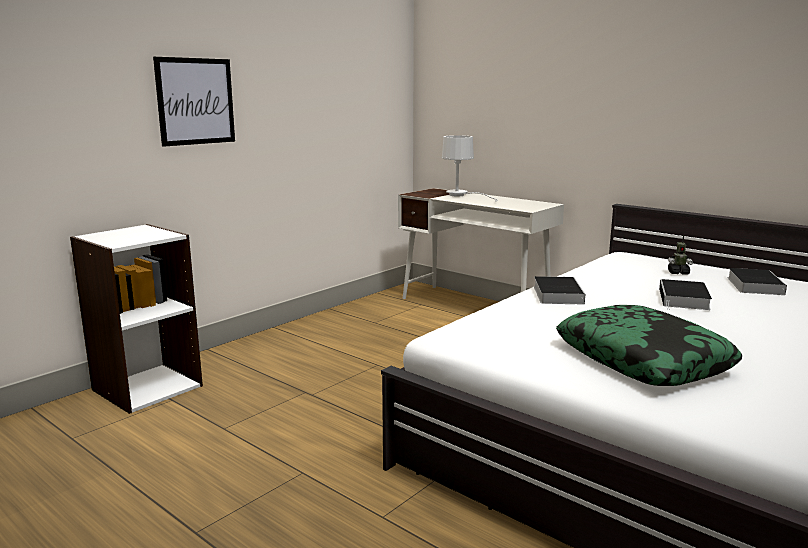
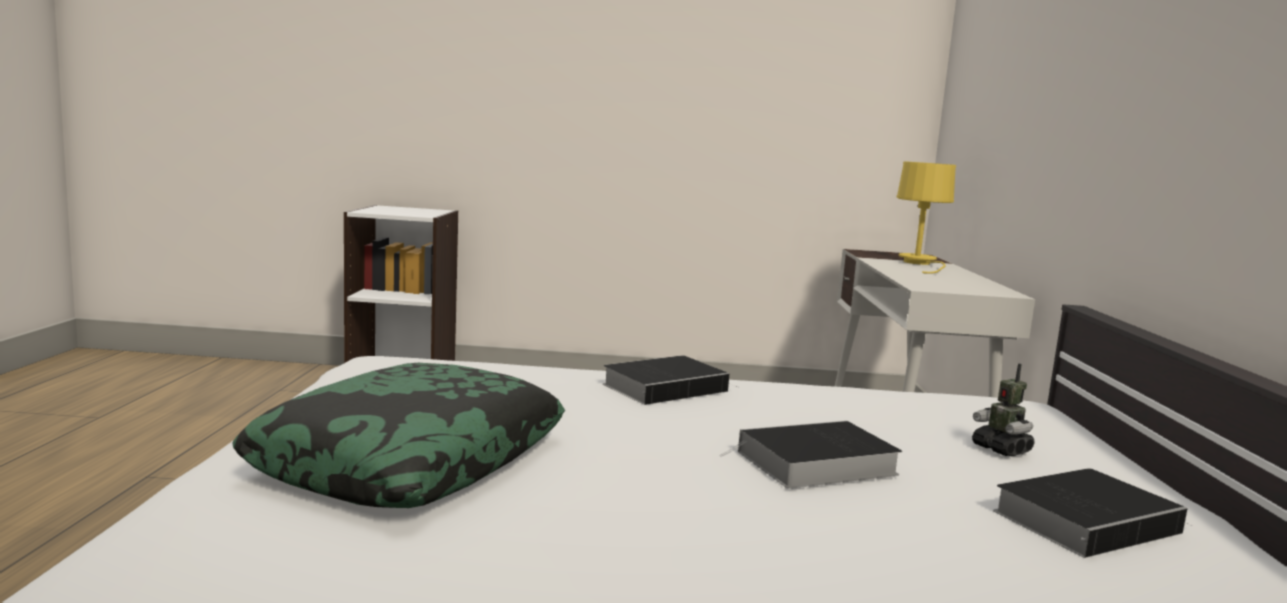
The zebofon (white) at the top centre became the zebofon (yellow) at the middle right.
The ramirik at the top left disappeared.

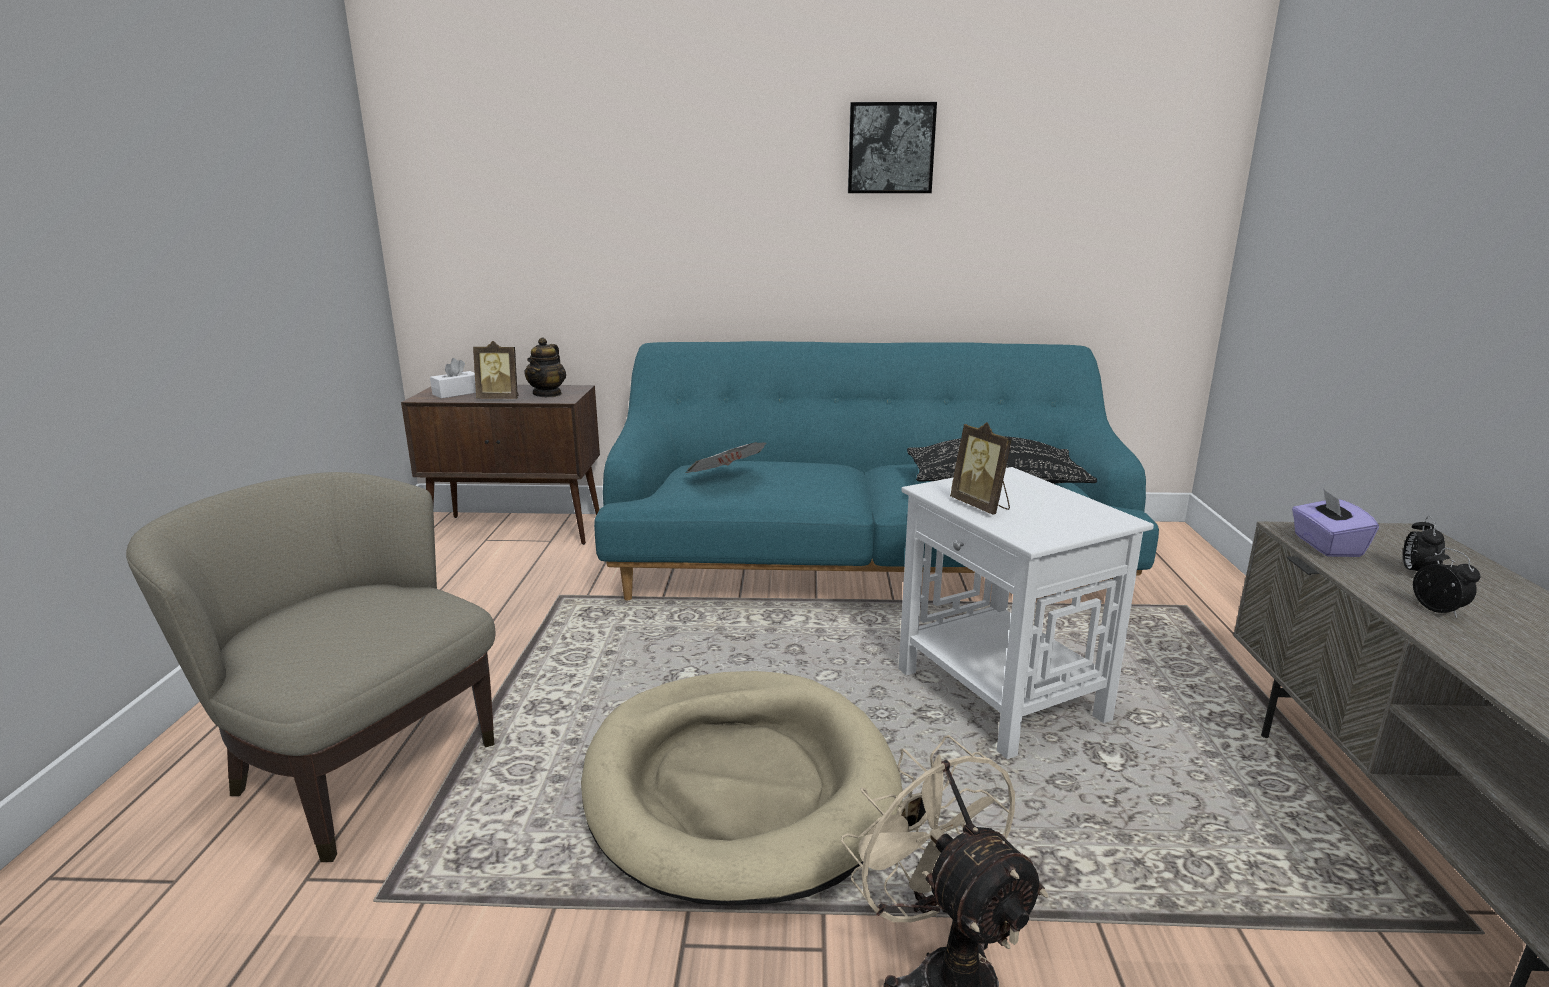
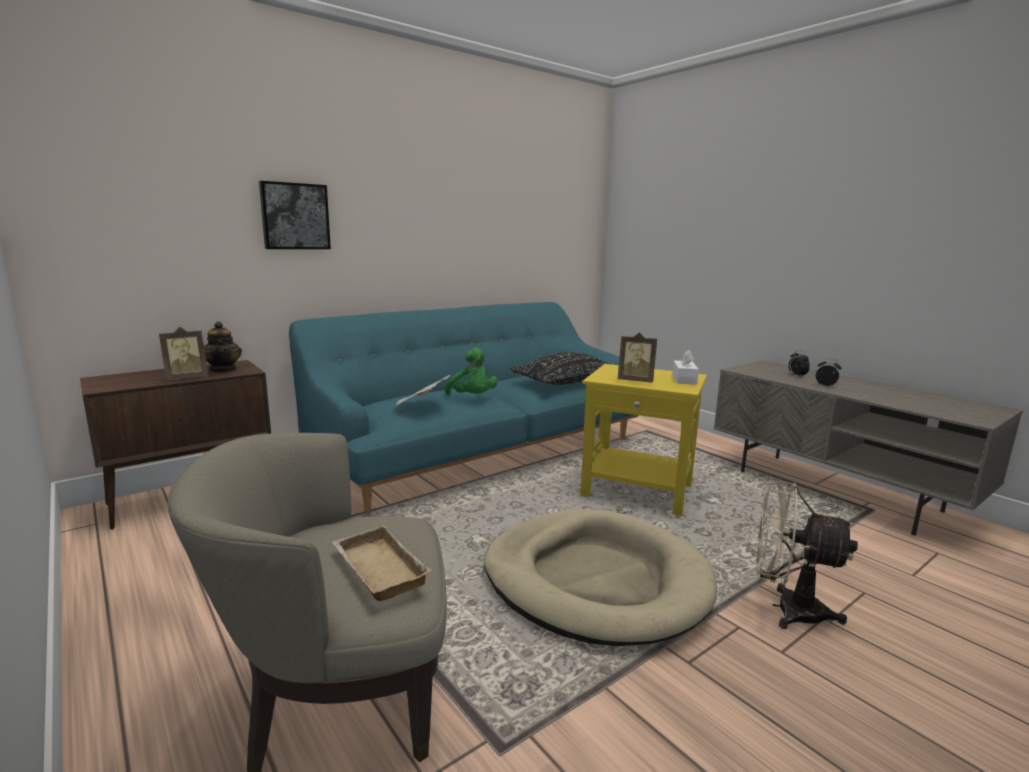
The ramirik moved from the top centre to the top left.
The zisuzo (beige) at the bottom centre appeared.
The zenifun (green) at the centre appeared.
The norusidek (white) at the centre became the norusidek (yellow) at the centre.
The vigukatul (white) moved from the middle left to the centre.
The vigukatul (purple) at the middle right disappeared.

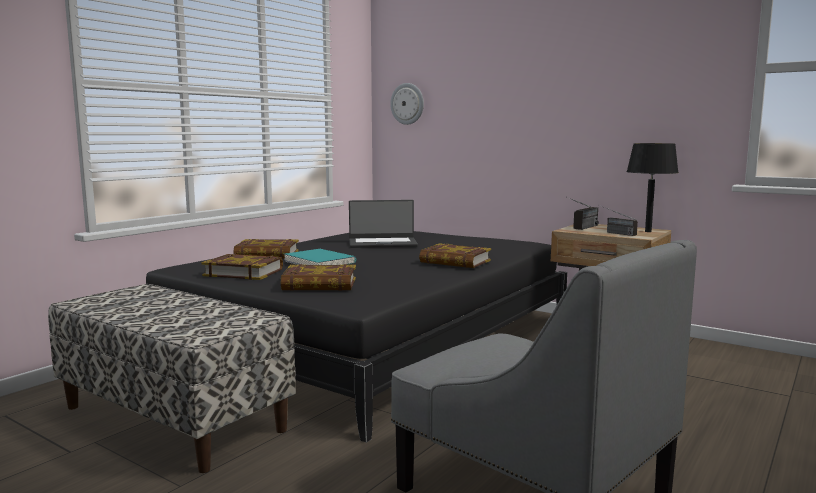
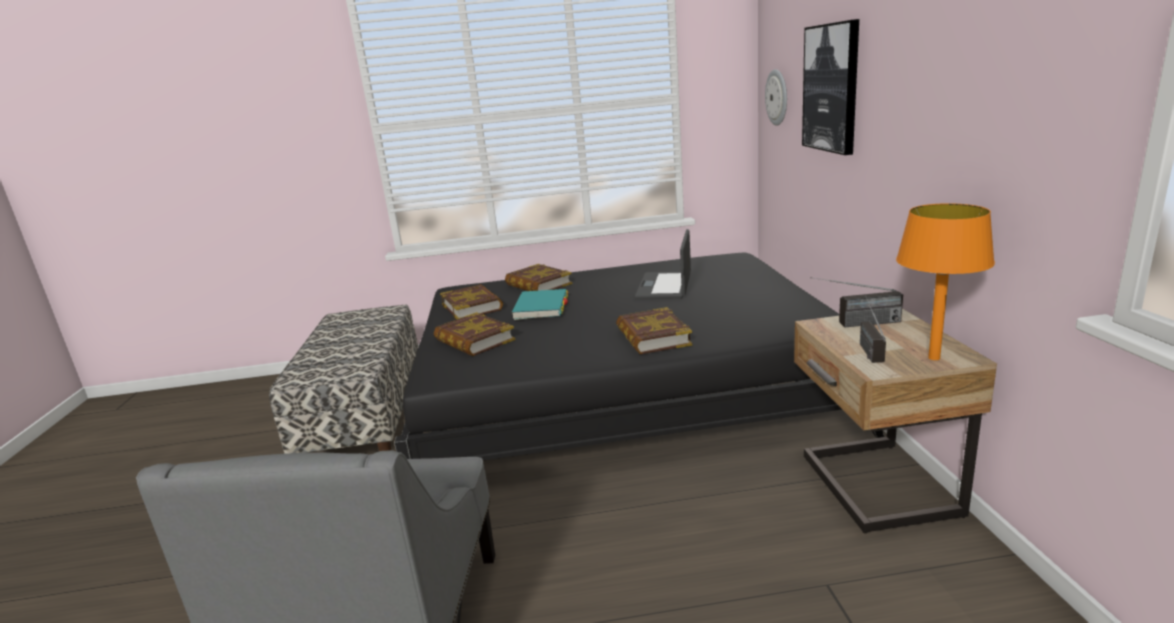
The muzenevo at the centre turned 60 degrees clockwise.
The ramirik at the top right appeared.
The zebofon (black) at the middle right became the zebofon (orange) at the middle right.

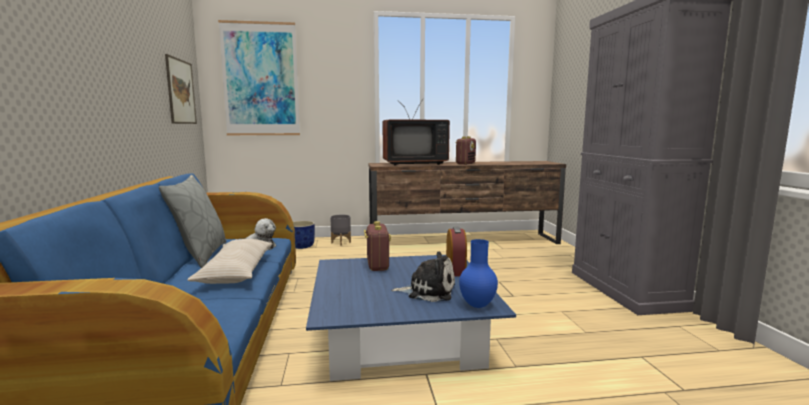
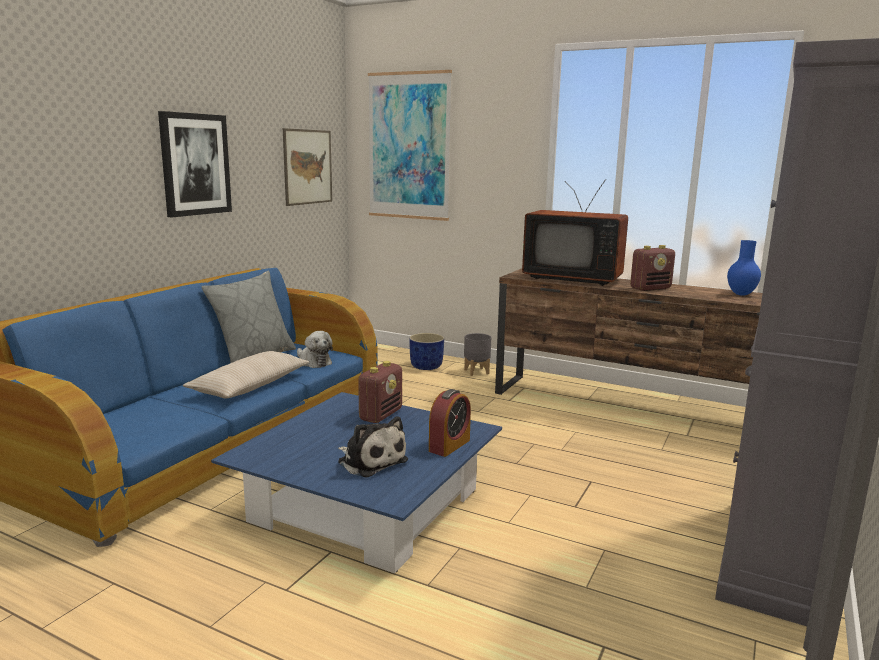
The ramirik (1st from left) at the top left appeared.
The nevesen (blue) moved from the bottom centre to the middle right.

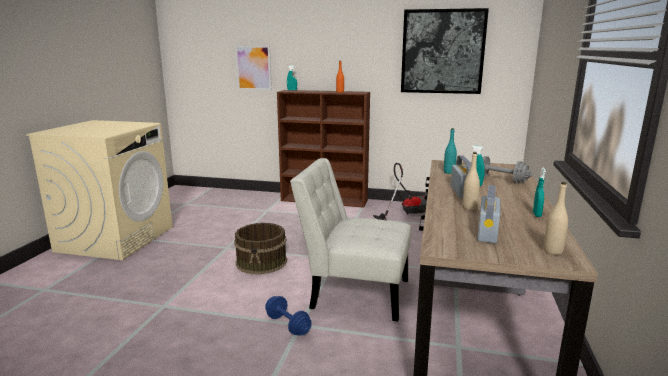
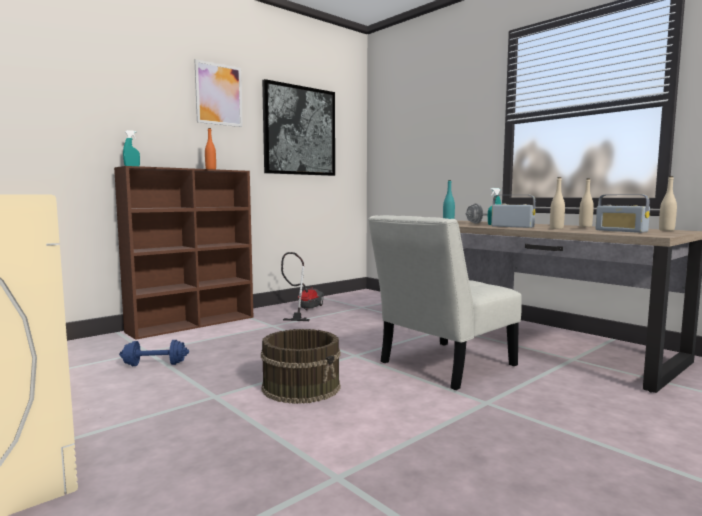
The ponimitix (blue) moved from the bottom centre to the bottom left.
The ramirik (1st from left) moved from the top centre to the top left.
The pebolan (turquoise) (3rd from left) at the middle right was replaced by the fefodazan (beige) (2nd from left) at the middle right.

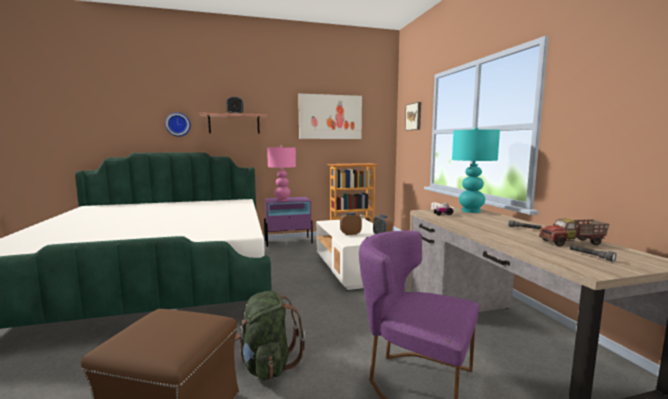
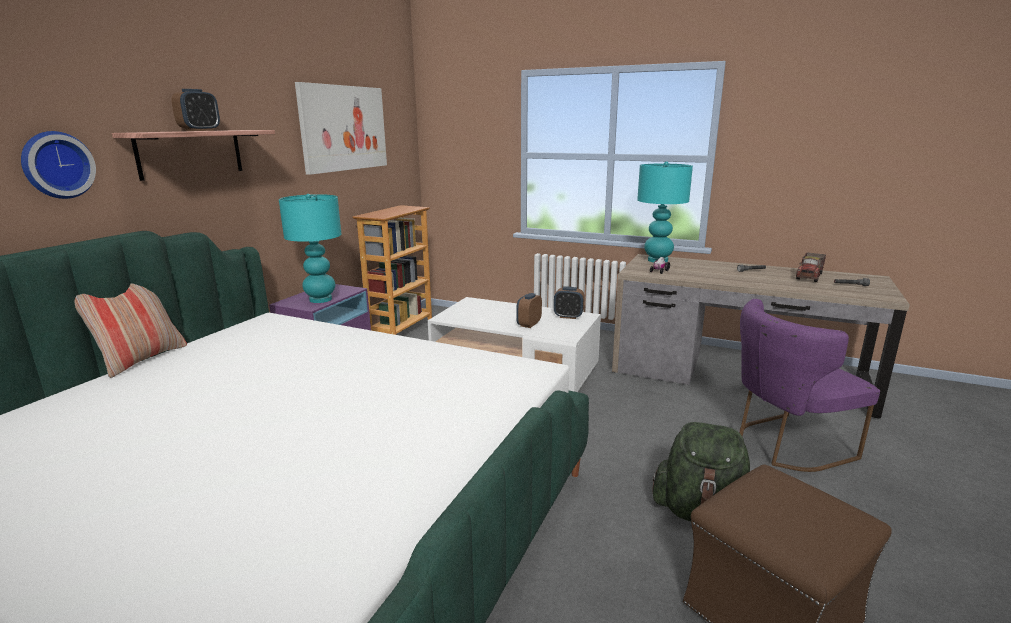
The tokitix at the middle left appeared.
The zebofon (pink) at the centre became the zebofon (turquoise) (1st from left) at the middle left.
The ramirik (2nd from left) at the top centre disappeared.

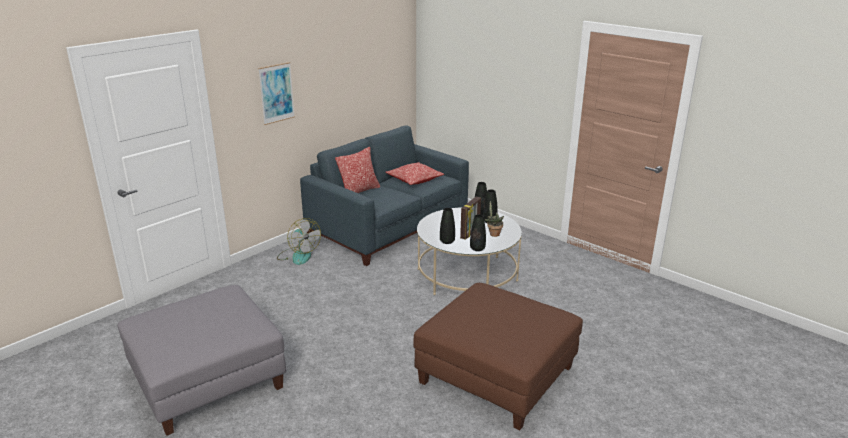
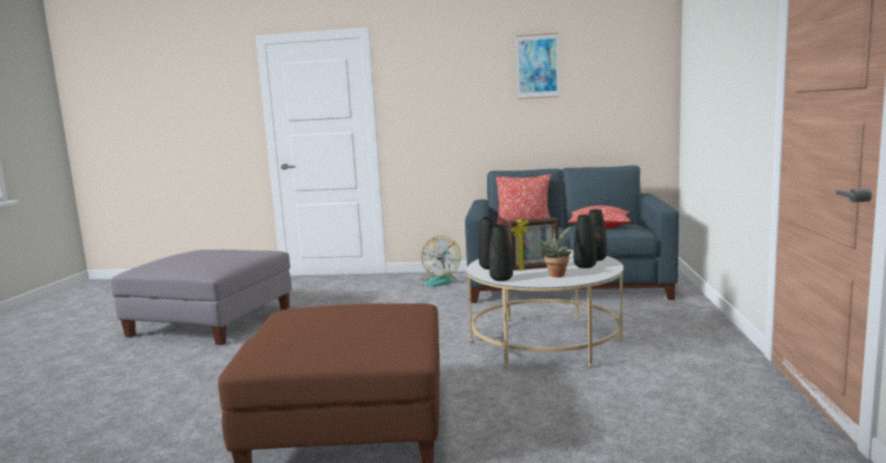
The ramirik moved from the top left to the top centre.

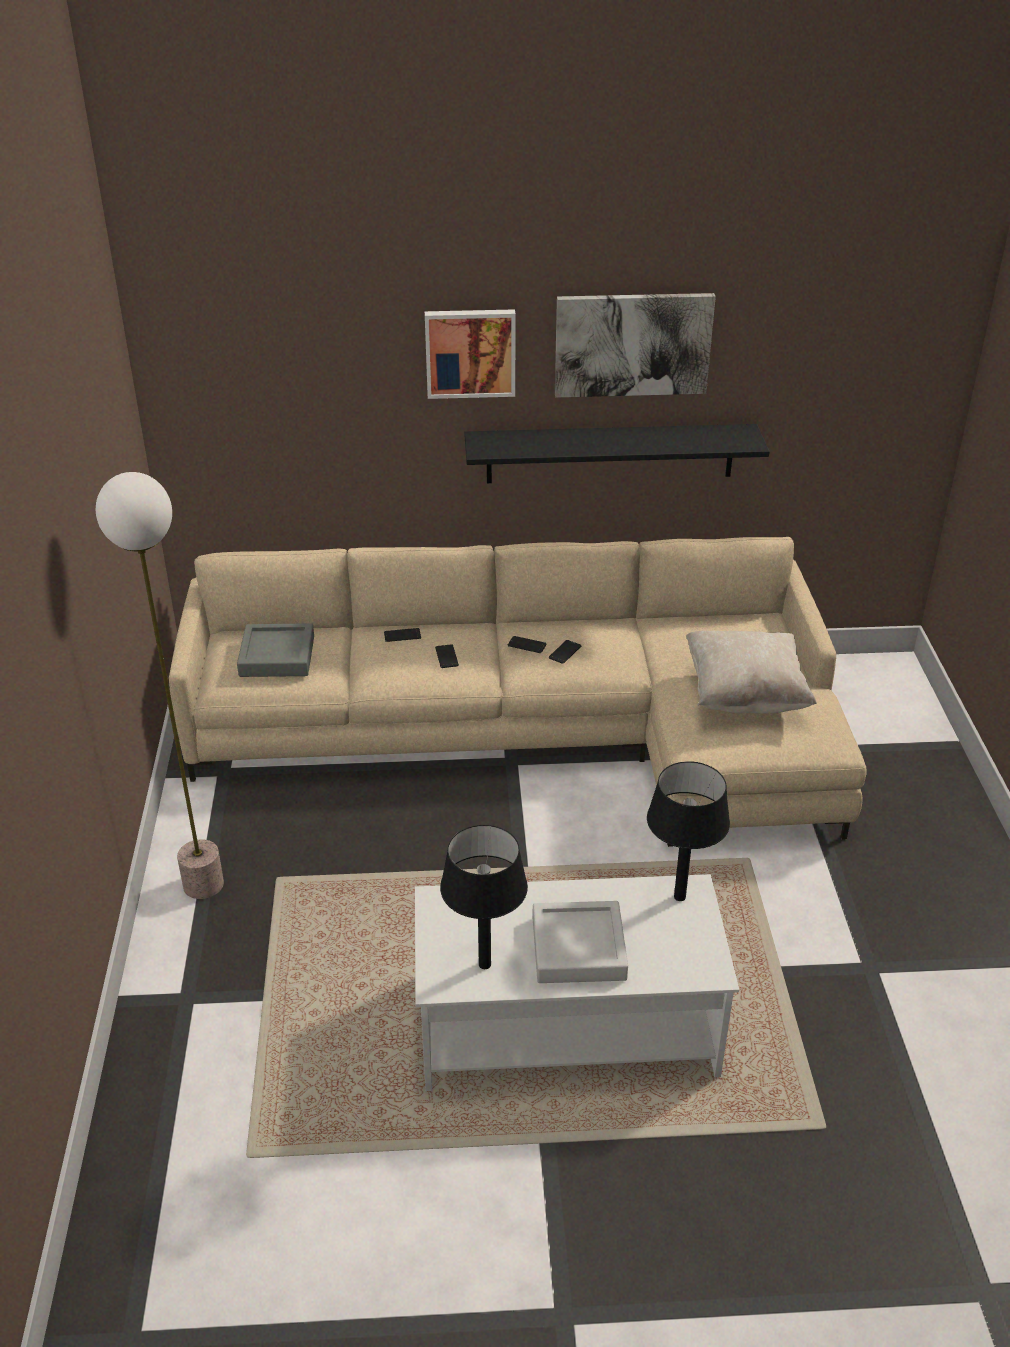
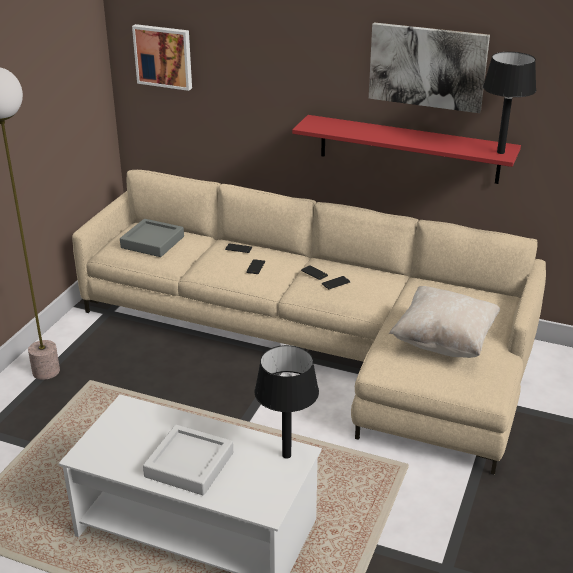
The ramirik (1st from left) moved from the top centre to the top left.
The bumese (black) at the centre became the bumese (red) at the top right.
The zebofon (black) (1st from left in the first image) moved from the centre to the top right.

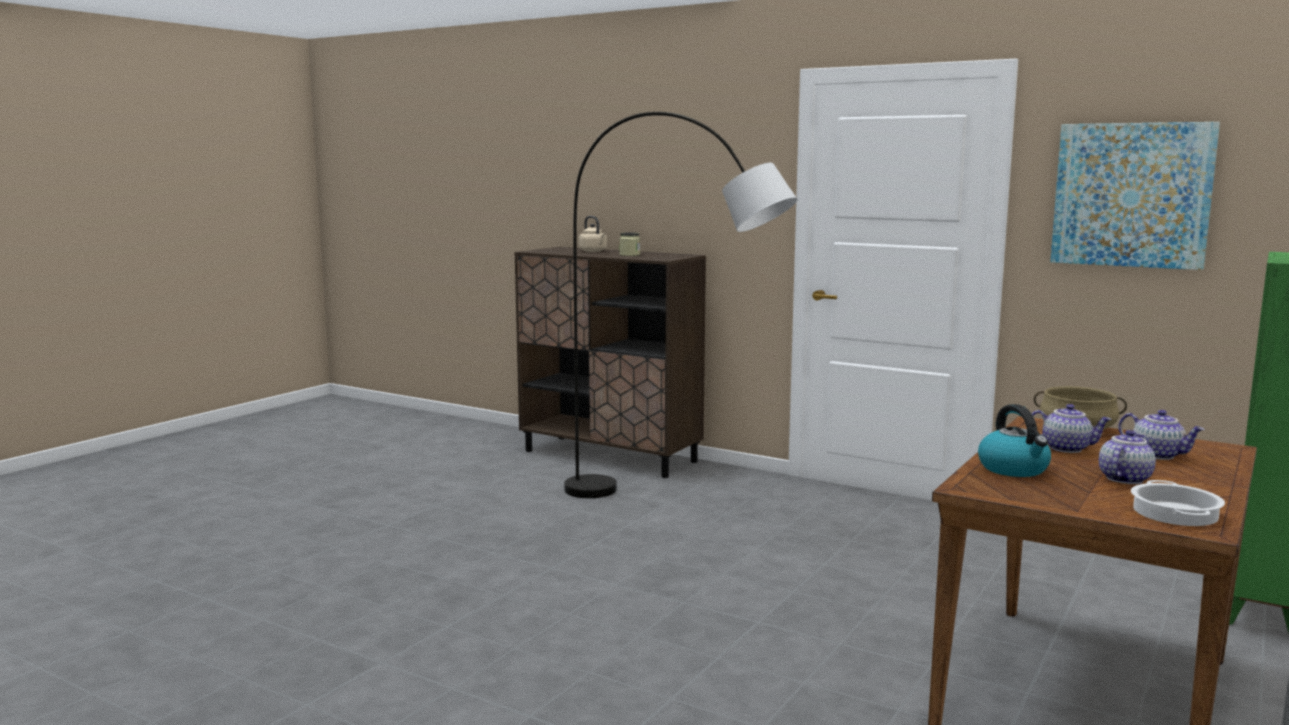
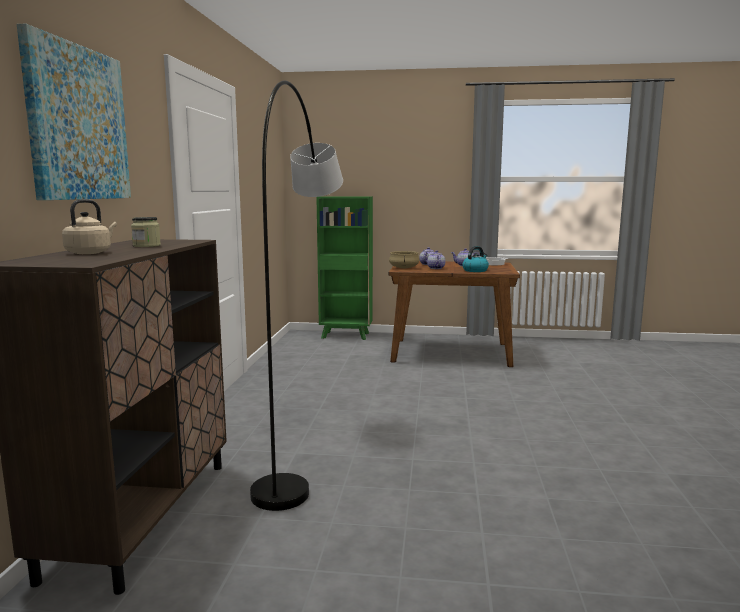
The ramirik moved from the top right to the top left.

